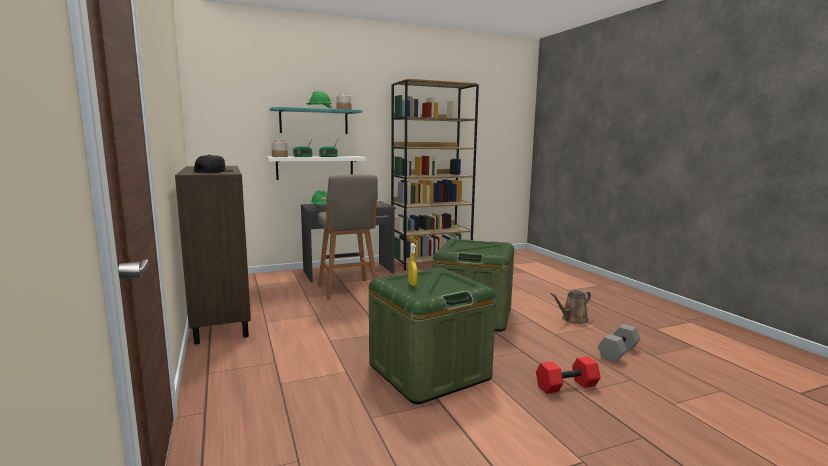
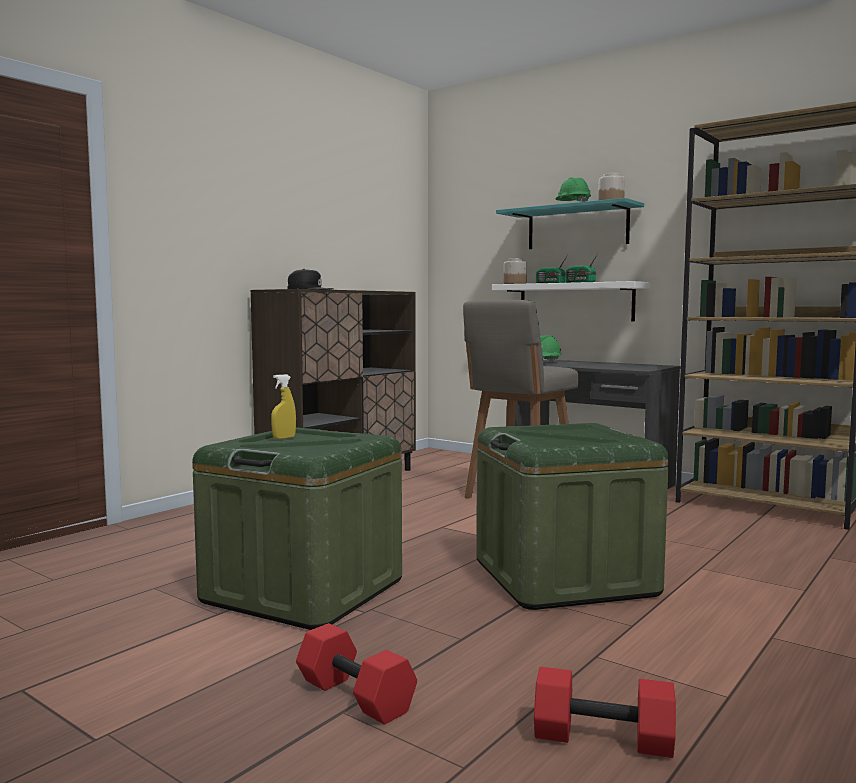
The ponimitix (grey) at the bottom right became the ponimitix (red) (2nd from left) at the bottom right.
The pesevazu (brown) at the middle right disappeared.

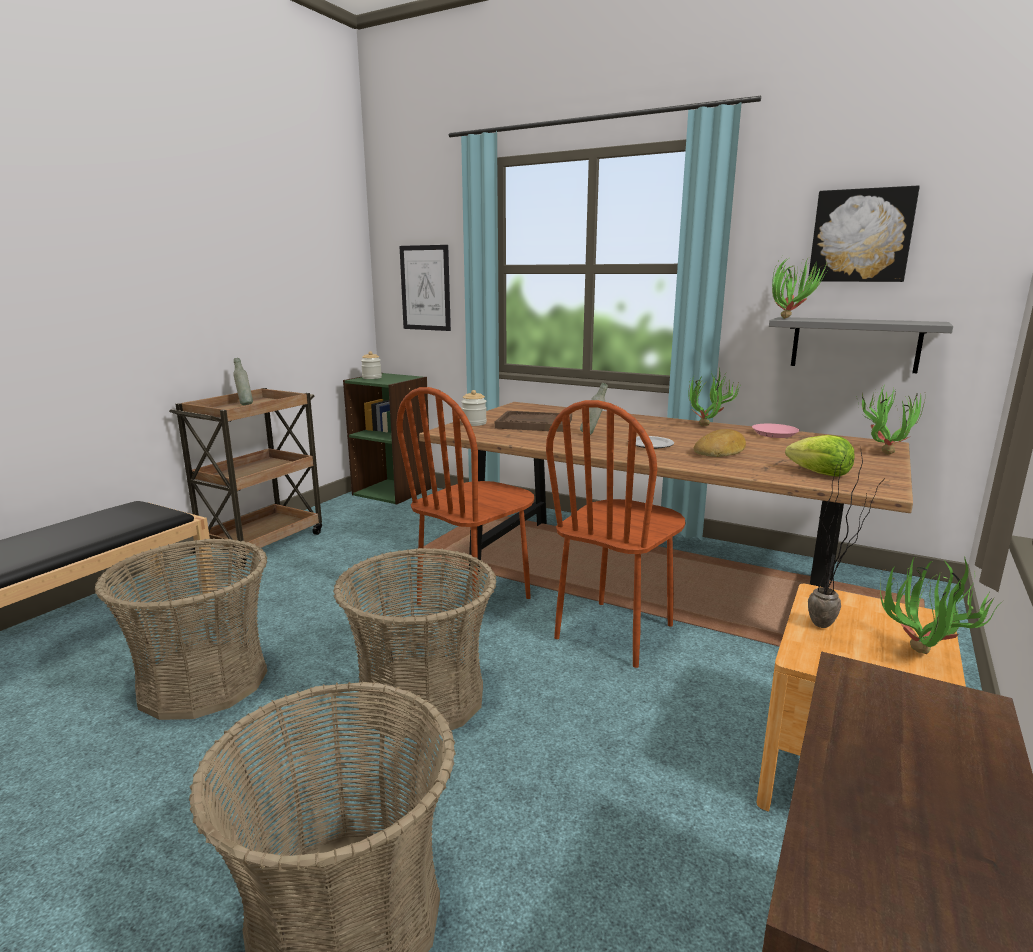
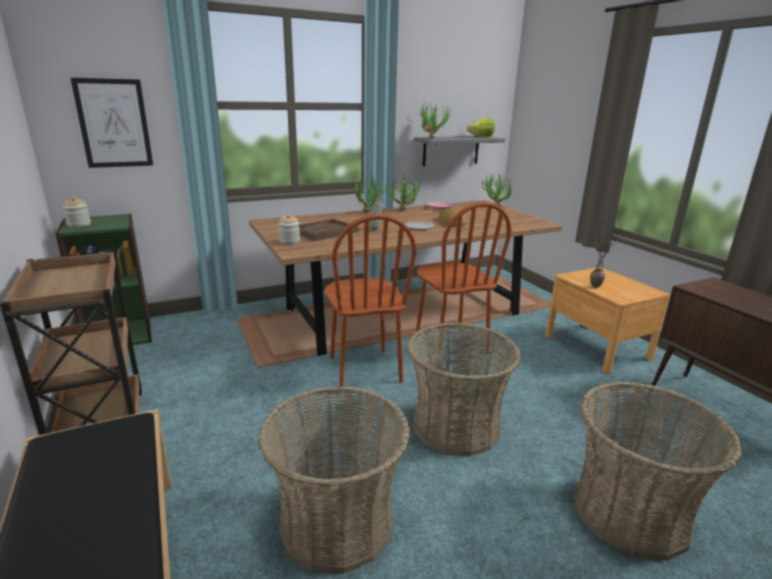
The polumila (5th from left in the first image) moved from the middle right to the centre.
The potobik moved from the middle right to the top centre.
The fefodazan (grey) (1st from left) at the middle left disappeared.
The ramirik (2nd from left) at the top right disappeared.

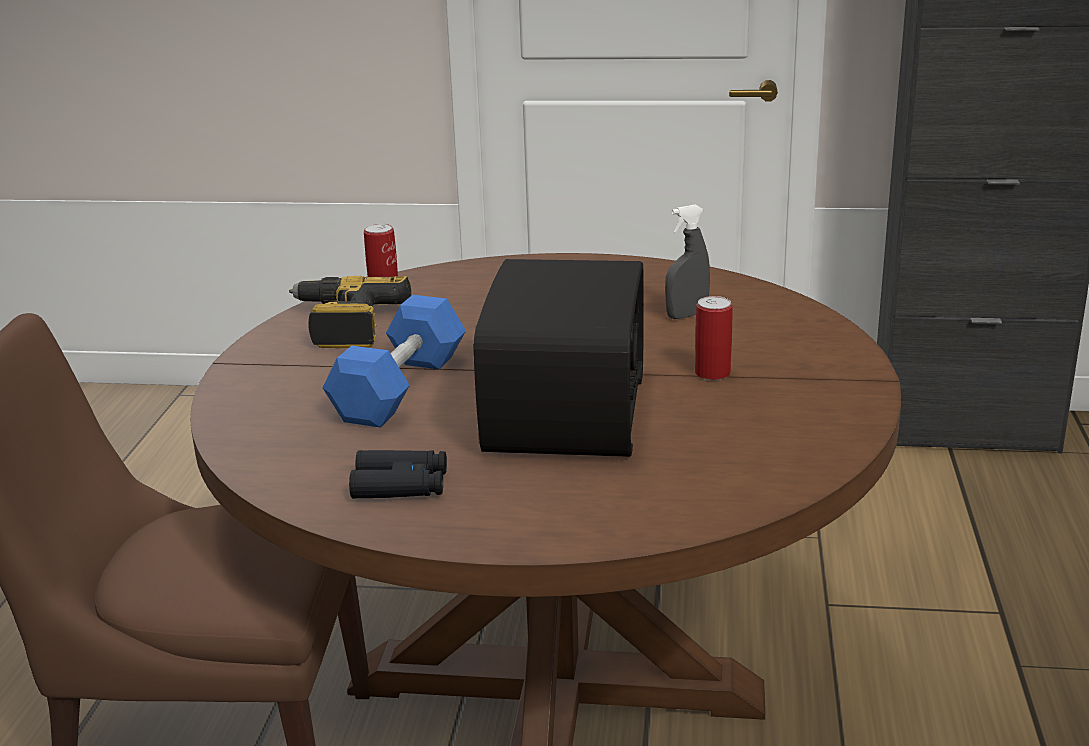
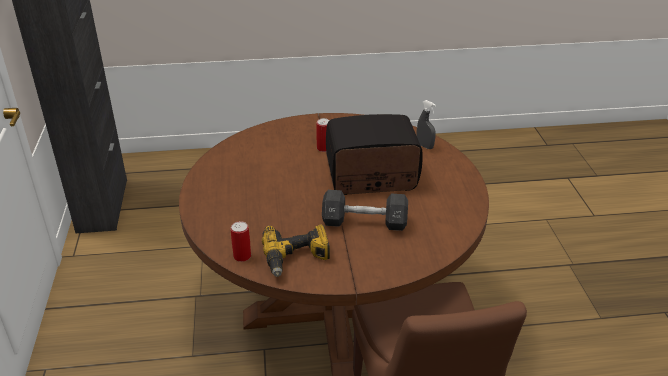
The ponimitix (blue) at the centre became the ponimitix (black) at the centre.
The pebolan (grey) moved from the centre to the top centre.
The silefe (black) at the centre disappeared.

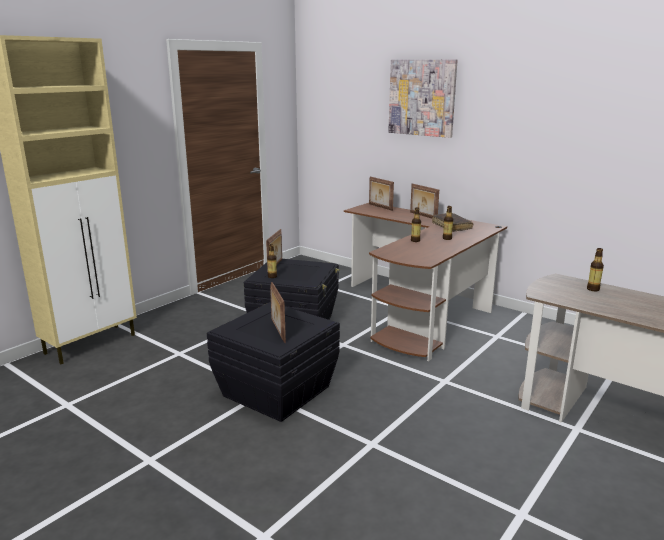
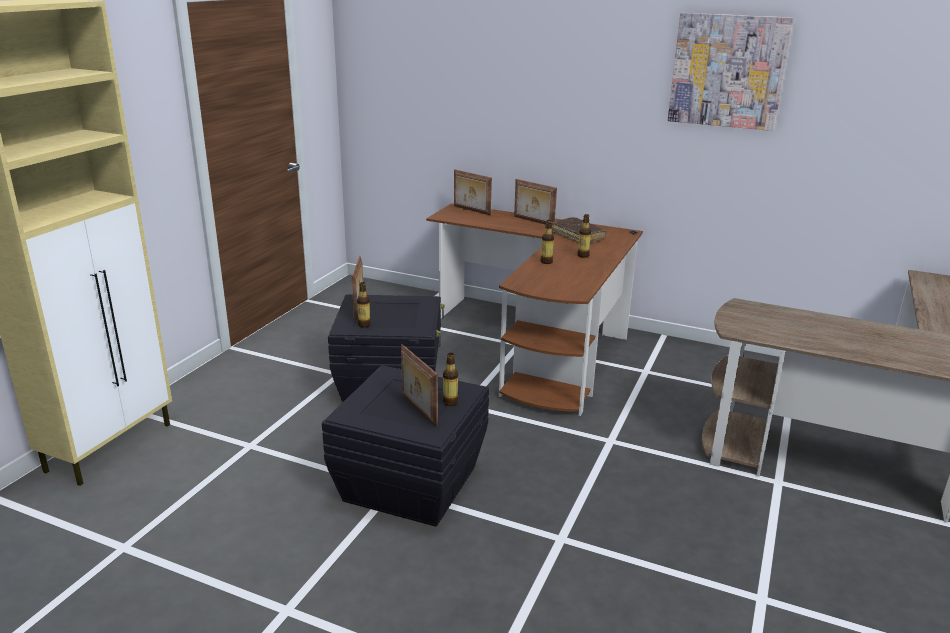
The fefodazan (4th from left in the first image) moved from the middle right to the centre.
The ramirik moved from the top centre to the top right.

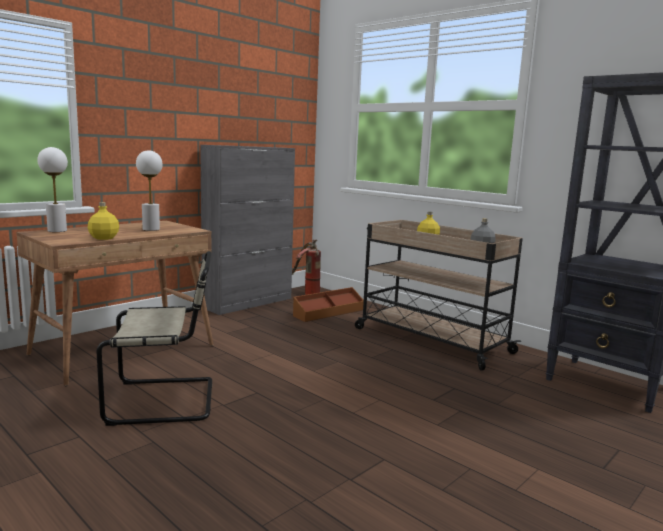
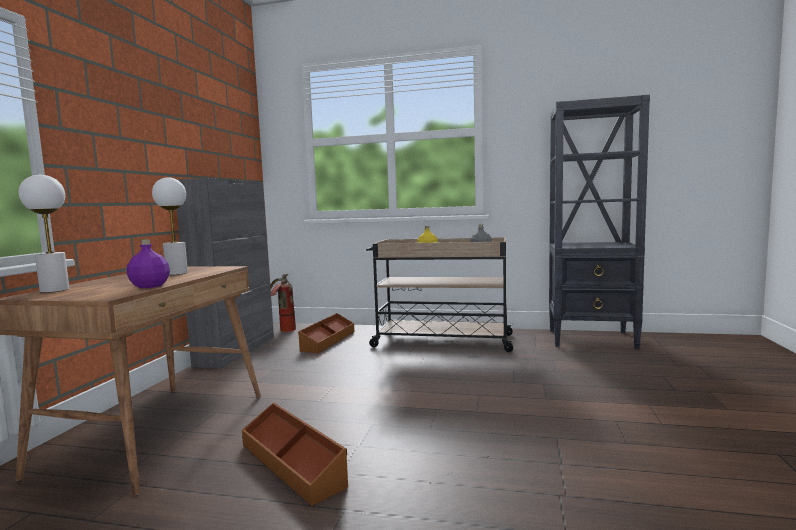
The fefodazan (yellow) (1st from left) at the middle left became the fefodazan (purple) at the middle left.
The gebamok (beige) at the middle left was replaced by the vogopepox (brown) (1st from left) at the bottom centre.

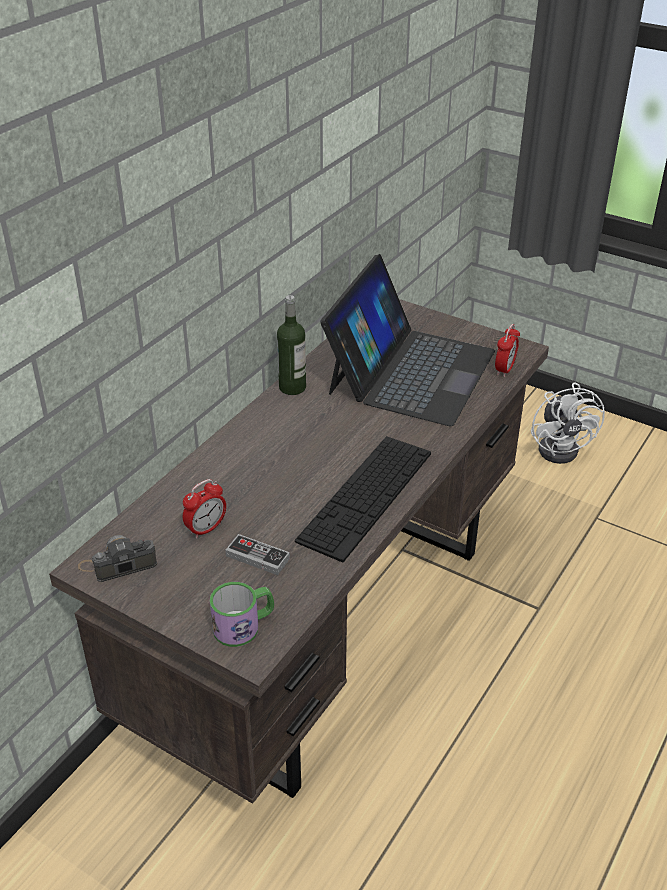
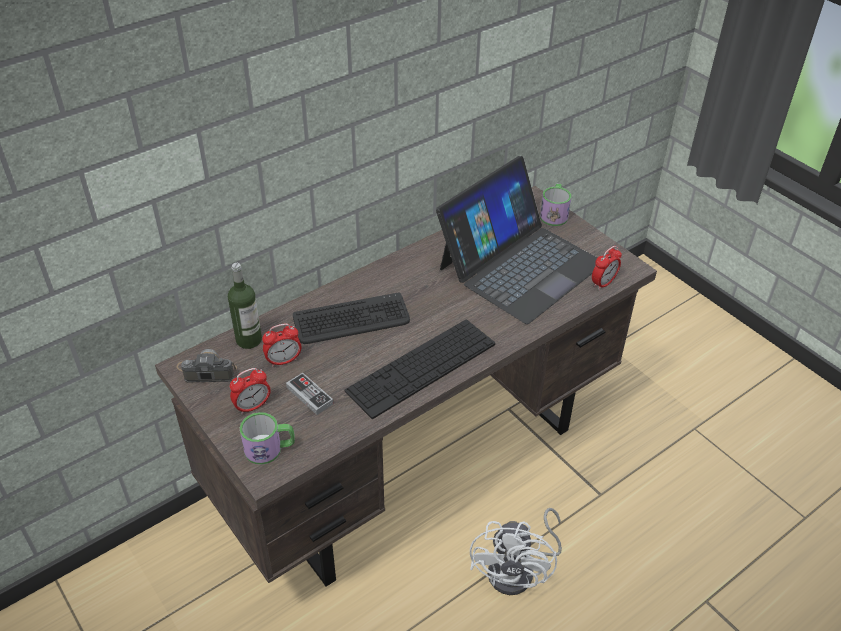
The fefodazan moved from the centre to the middle left.
The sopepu (1st from left) at the middle left appeared.
The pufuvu (1st from left) at the centre appeared.
The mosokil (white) moved from the middle right to the bottom centre.
The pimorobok (2nd from left) at the top centre appeared.

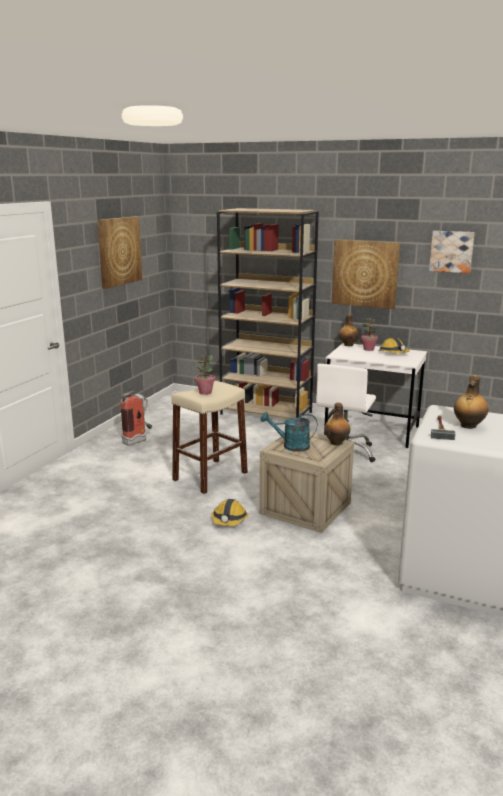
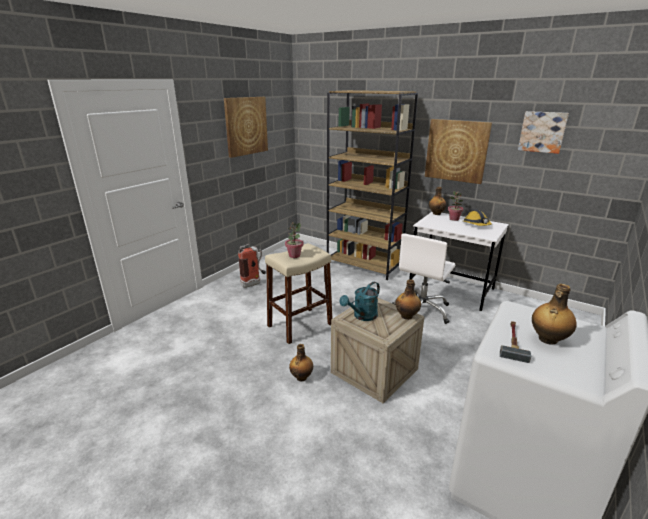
The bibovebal (1st from left) at the centre was replaced by the fefodazan (1st from left) at the bottom centre.
The pesevazu (turquoise) at the centre turned 60 degrees counterclockwise.

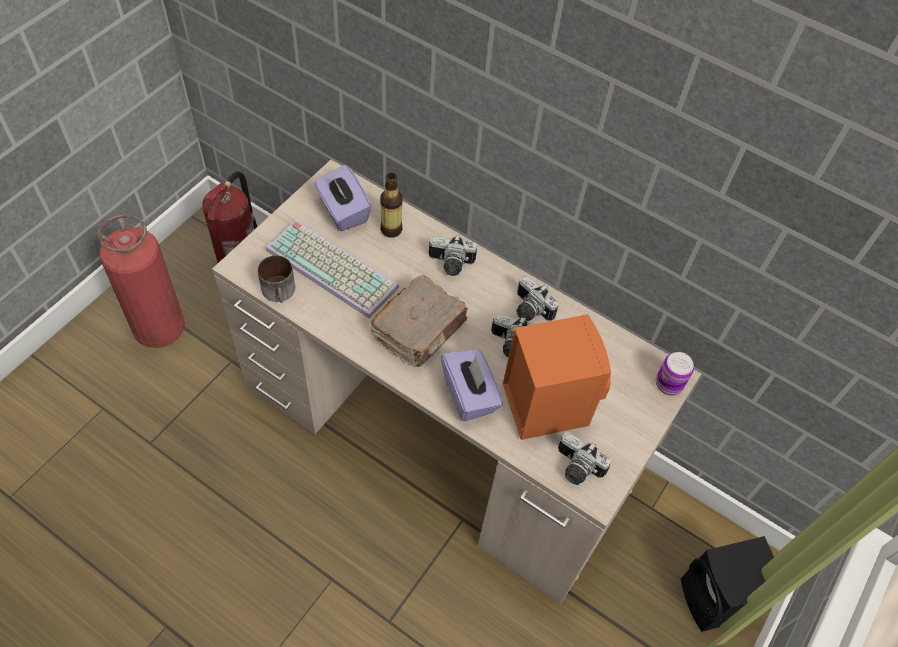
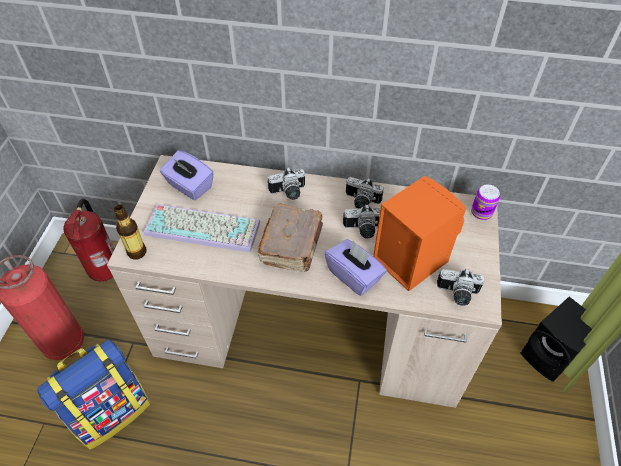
The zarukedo at the bottom left appeared.
The fefodazan moved from the top centre to the middle left.
The pimorobok at the middle left disappeared.

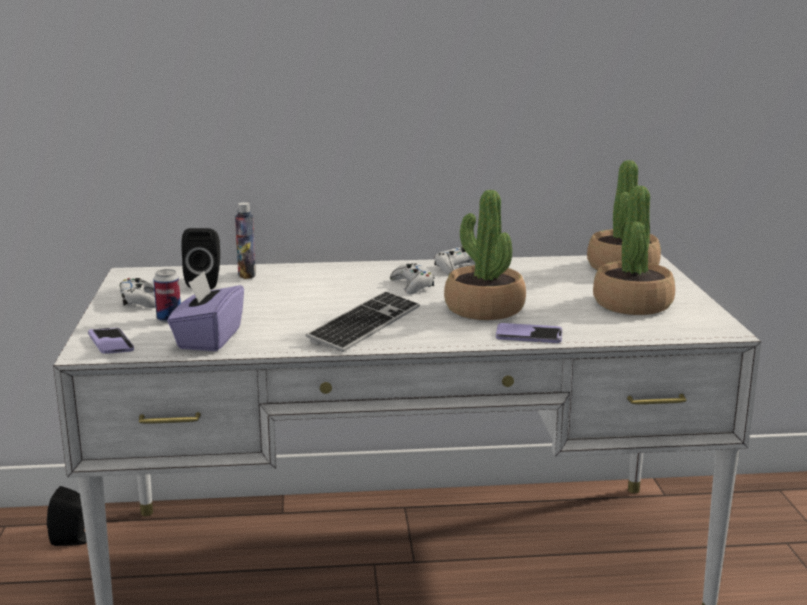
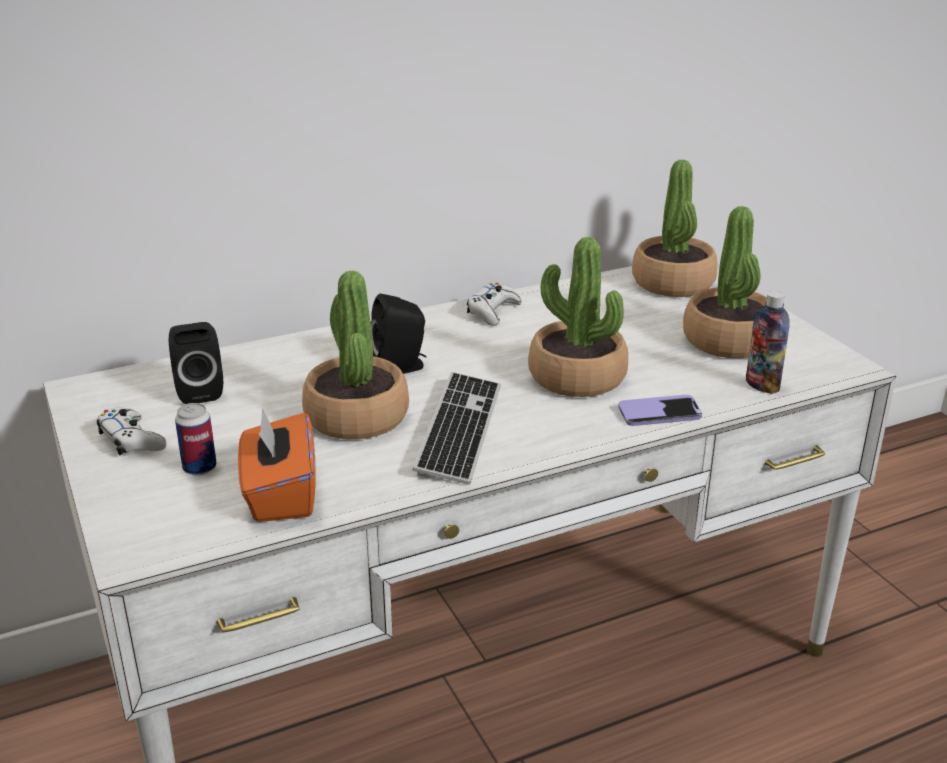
The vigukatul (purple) at the middle left became the vigukatul (orange) at the middle left.
The polumila (1st from left) at the centre appeared.
The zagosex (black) (1st from left in the first image) moved from the bottom left to the centre.
The fefodazan moved from the middle left to the middle right.
The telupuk (1st from left) at the middle left disappeared.
The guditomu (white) (2nd from left) at the centre disappeared.

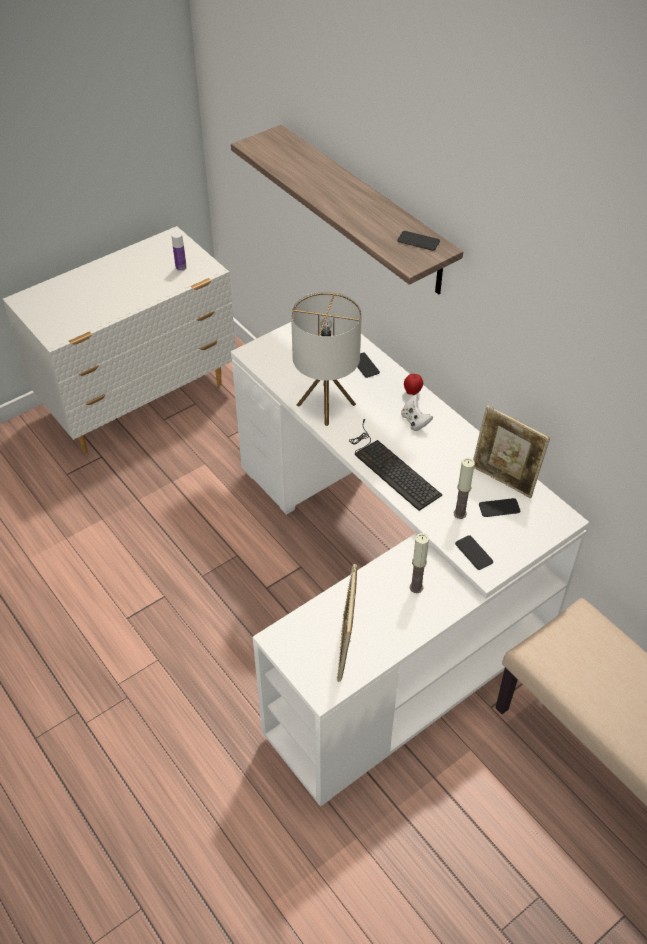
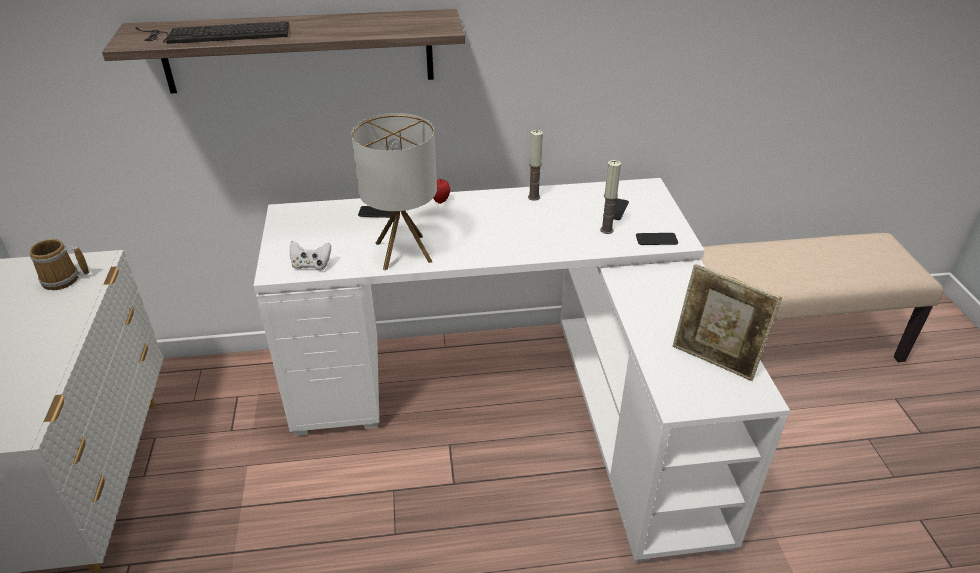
The fefodazan at the top left was replaced by the pimorobok at the middle left.
The pufuvu moved from the centre to the top left.
The guditomu (white) moved from the centre to the middle left.
The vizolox (1st from left) moved from the centre to the top centre.
The telupuk (2nd from left) at the top centre disappeared.
The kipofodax (2nd from left) at the middle right disappeared.

